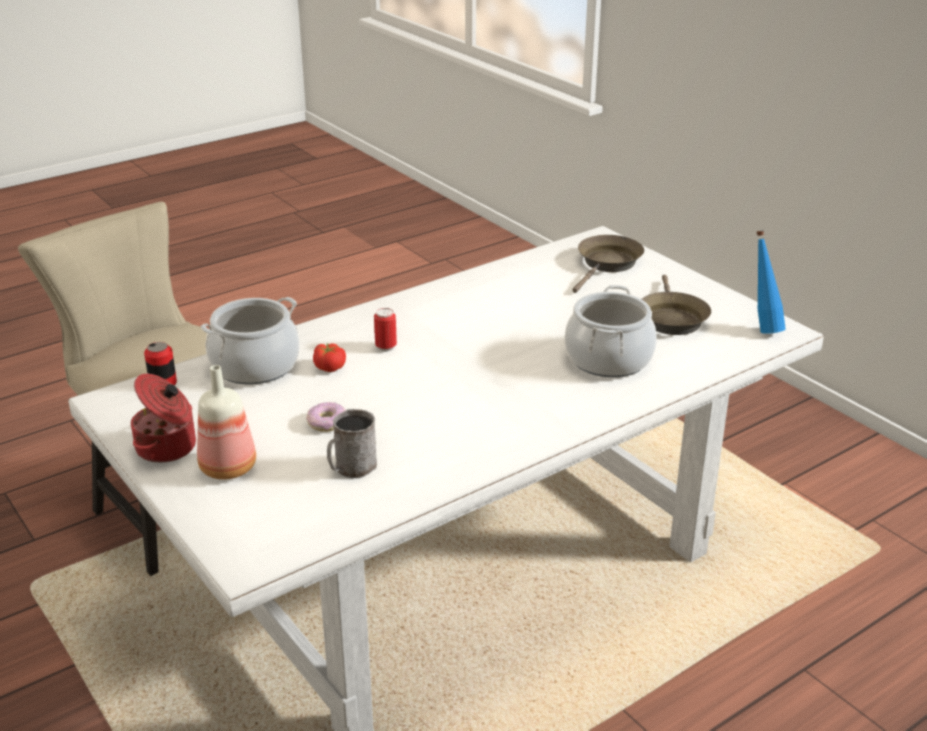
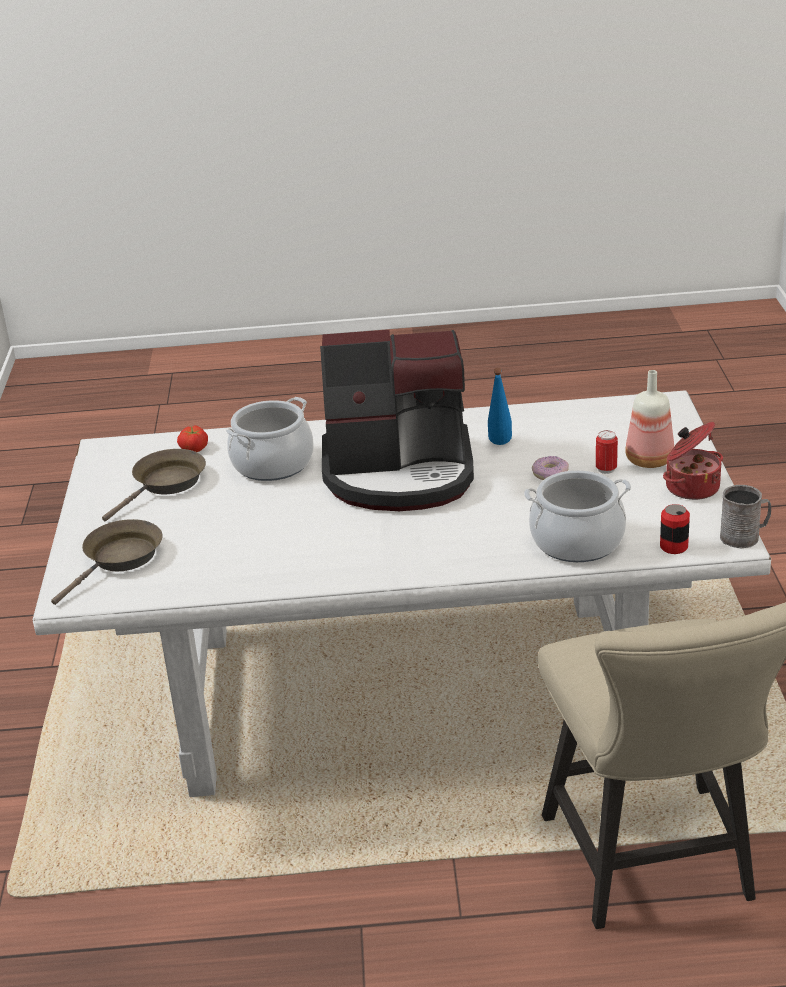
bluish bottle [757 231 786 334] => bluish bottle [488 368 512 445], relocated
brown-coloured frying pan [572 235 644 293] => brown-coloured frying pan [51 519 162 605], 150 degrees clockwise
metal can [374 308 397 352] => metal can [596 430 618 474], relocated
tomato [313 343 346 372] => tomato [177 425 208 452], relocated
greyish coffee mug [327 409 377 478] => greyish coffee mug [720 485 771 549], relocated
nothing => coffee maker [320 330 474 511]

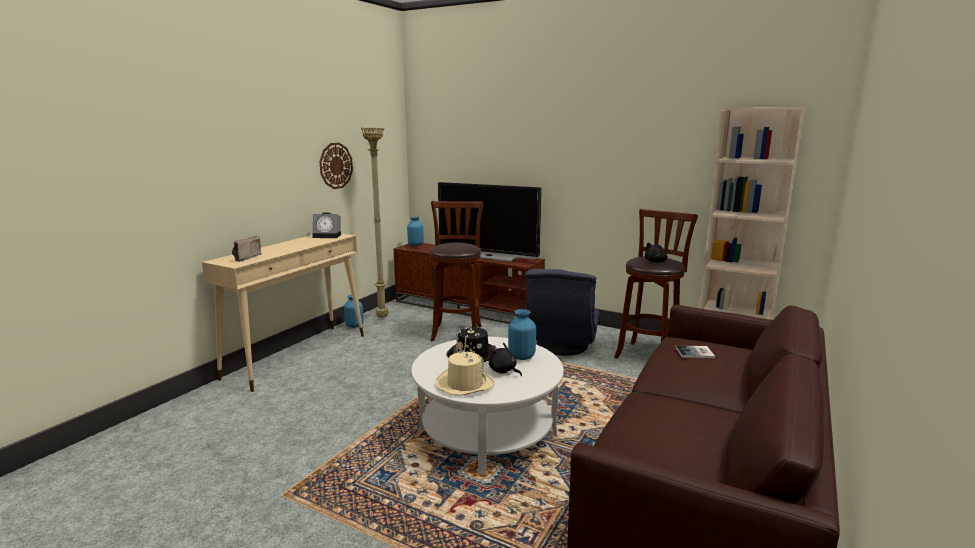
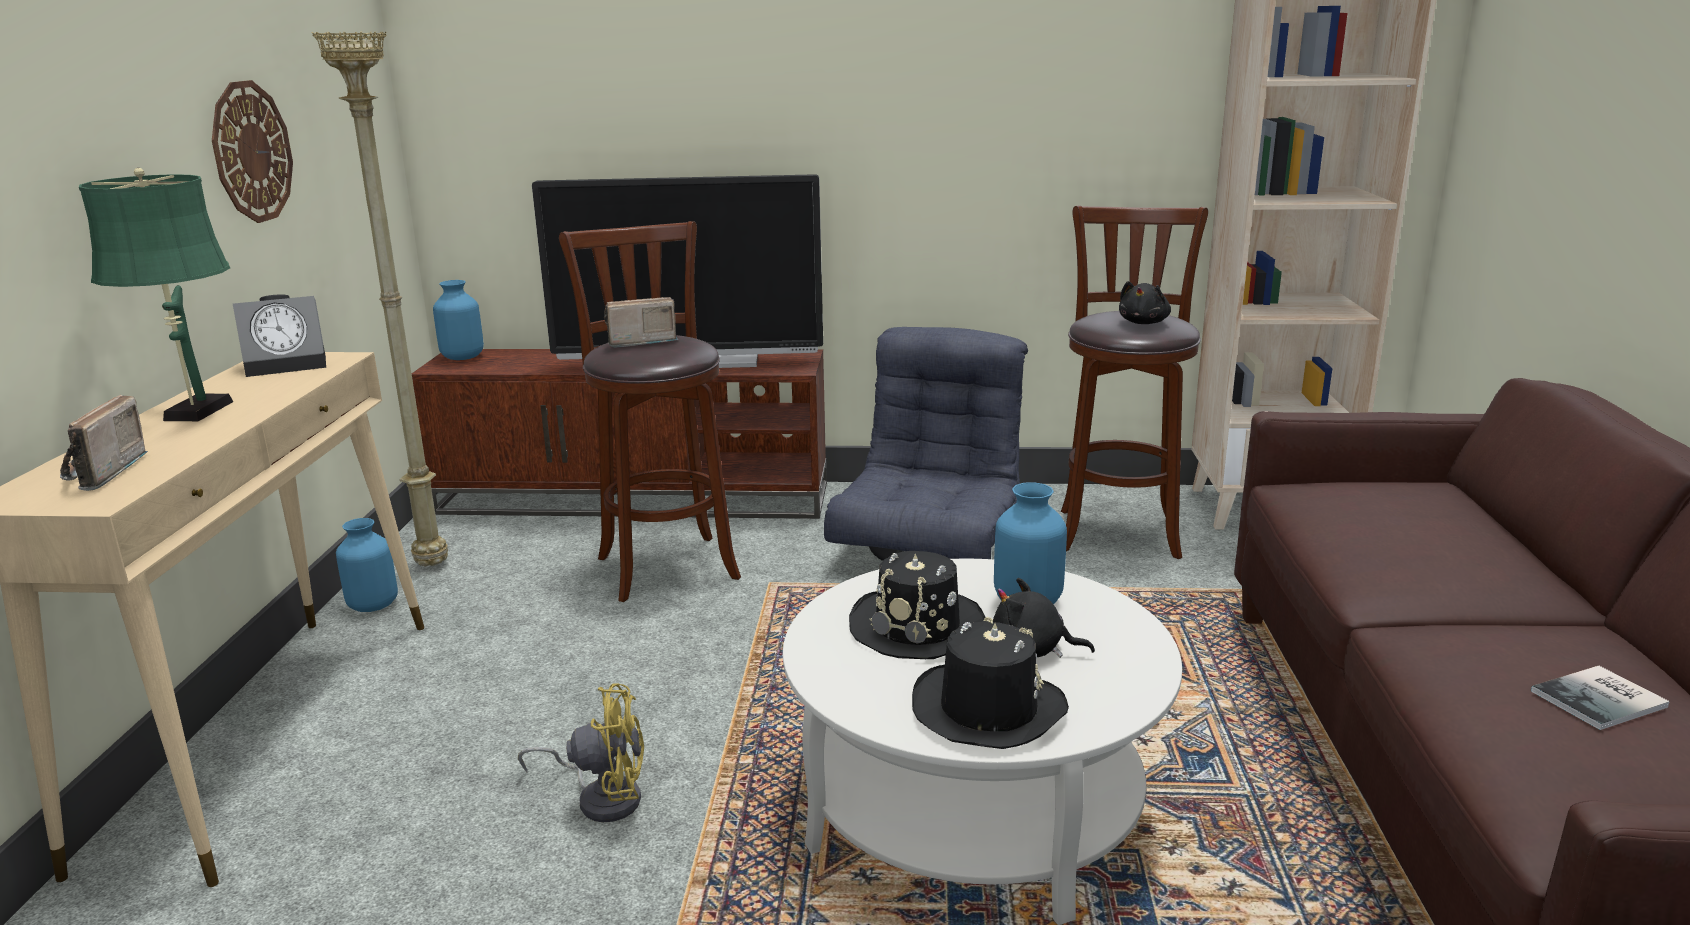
greyish easy chair [525 269 600 356] => greyish easy chair [824 327 1028 561], 150 degrees counterclockwise
volume [675 345 715 358] => volume [1531 666 1670 730], relocated
beige-coloured wearable hat [436 350 495 396] => black wearable hat [912 617 1069 749]
nothing => greenish lamp for a table [79 168 233 421]
nothing => radio receiver [604 297 678 347]
nothing => yellow-coloured electric fan [518 683 644 822]

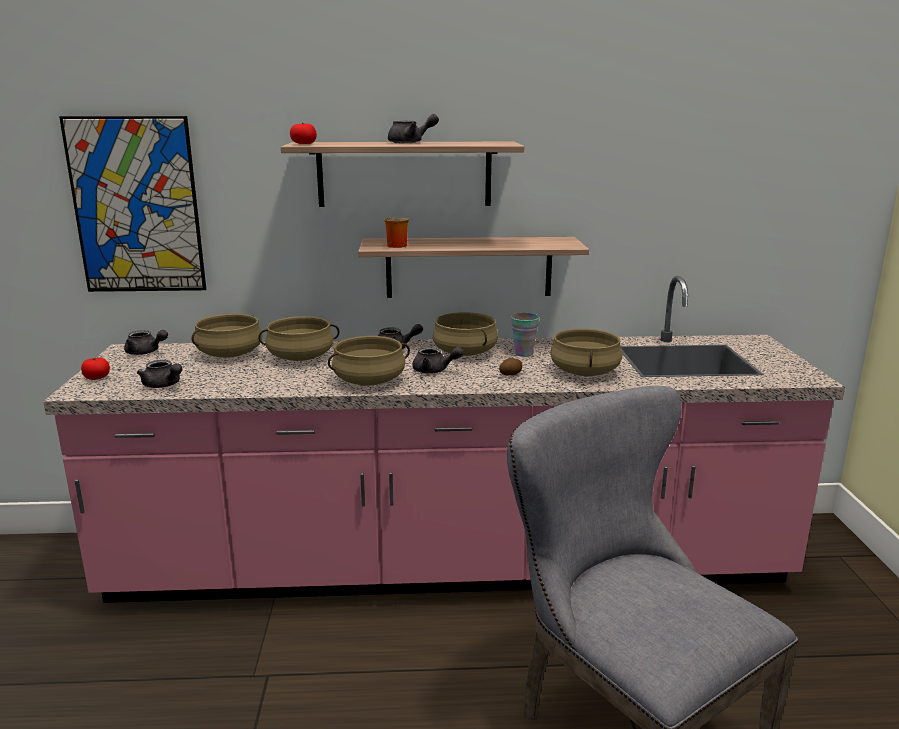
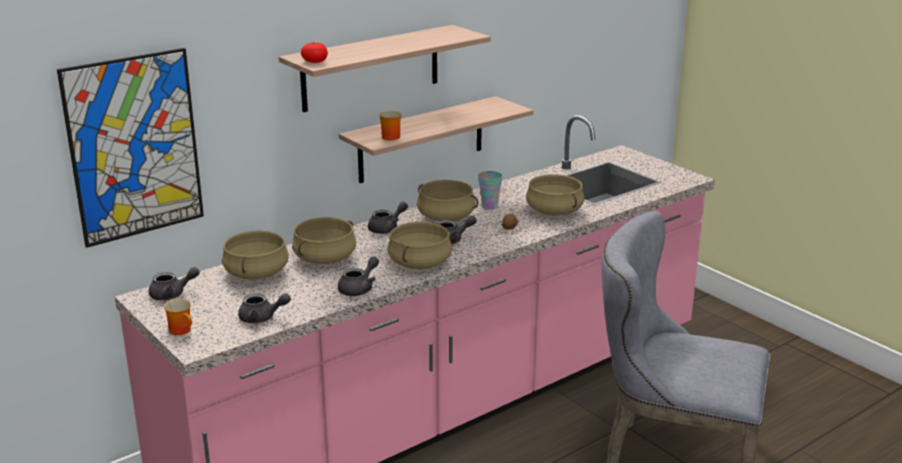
greyish tea pot [388 114 439 143] => greyish tea pot [338 256 379 296], relocated
tomato [81 357 110 380] => coffee mug [163 299 192 335]

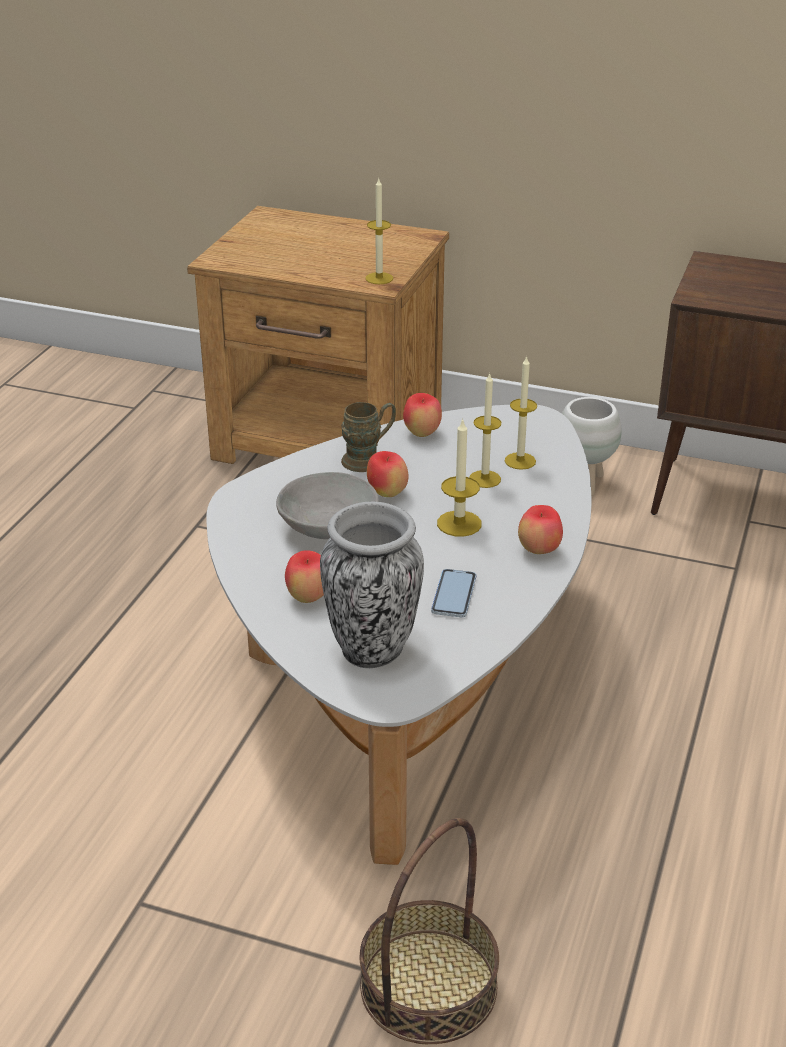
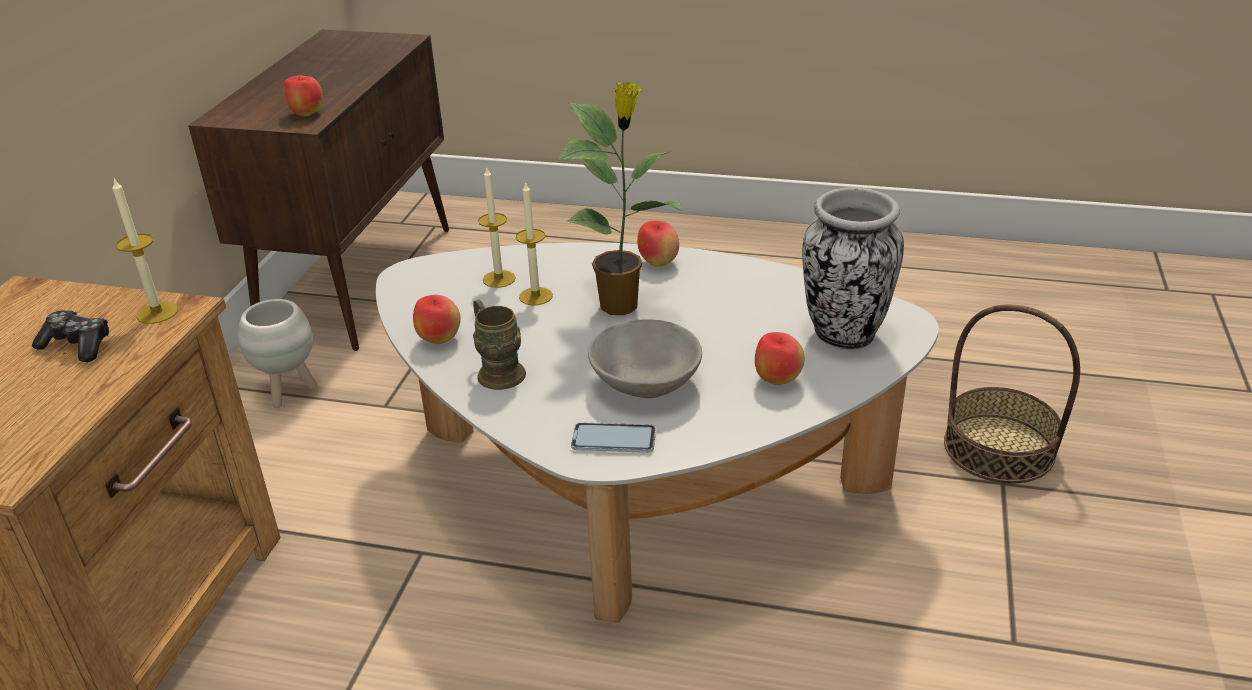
wax candle [437 419 482 537] => potted plant [558 82 682 315]
whole apple [367 451 408 497] => whole apple [283 76 322 117], relocated
handset [431 569 476 617] => handset [571 422 656 453], relocated
nothing => gamepad [32 310 109 362]

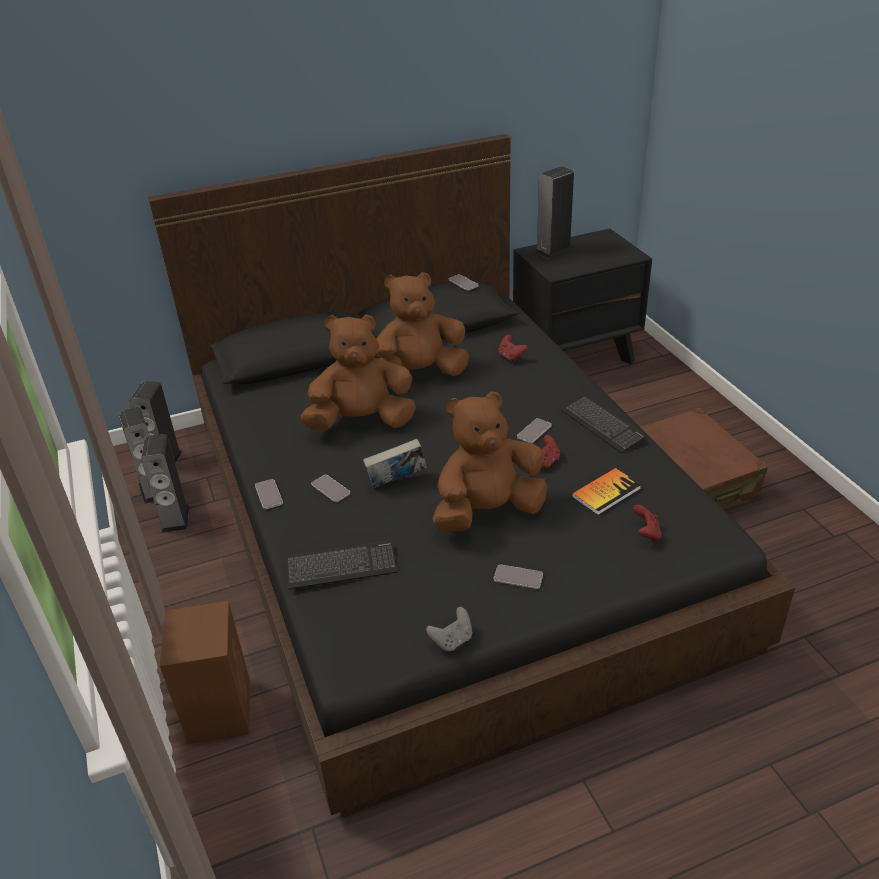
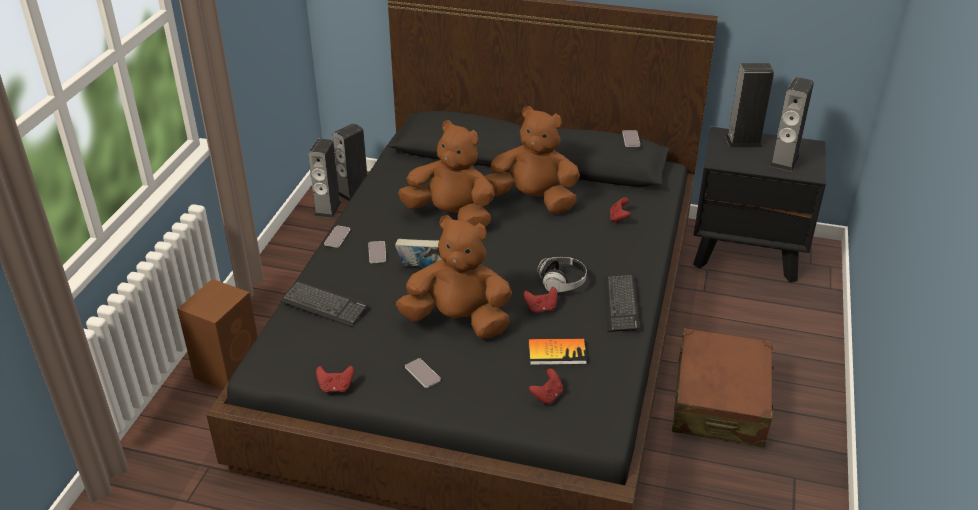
handset [517 418 552 443] => headphones [537 257 587 293]
audio speaker [141 434 189 533] => audio speaker [770 77 814 172], relocated
greyish gamepad [426 607 472 652] => red gamepad [316 365 354 392]

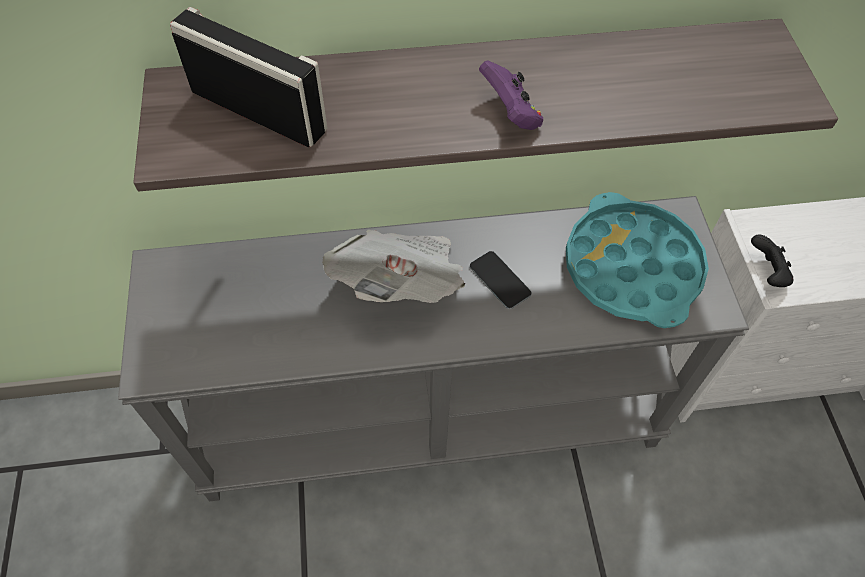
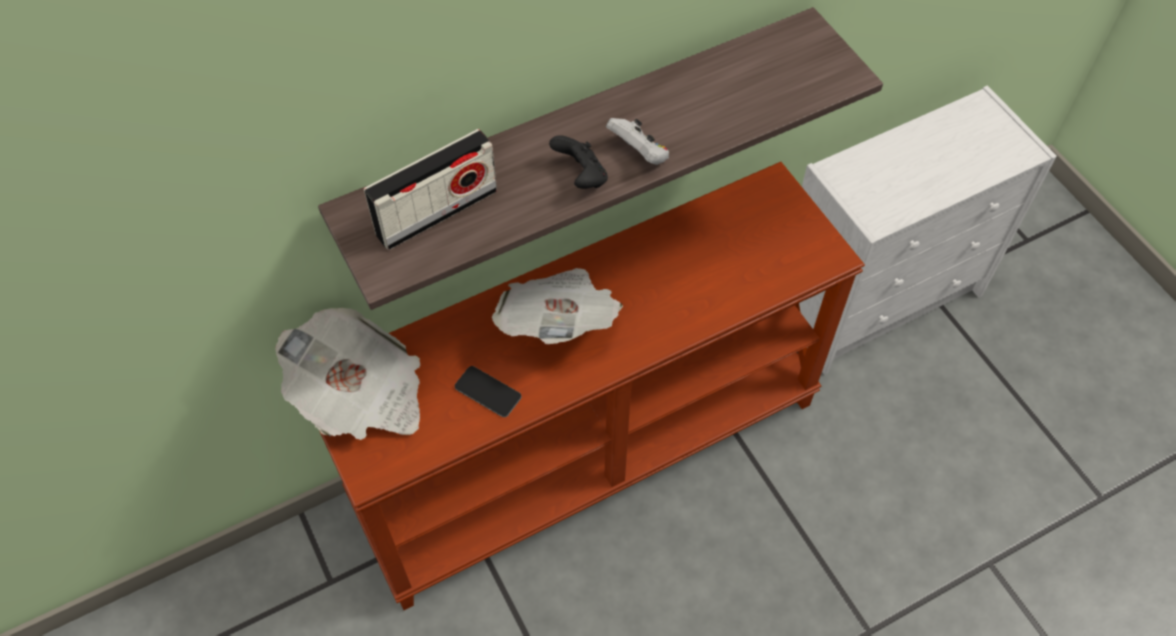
radio receiver [170 7 328 148] => radio receiver [364 129 497 250], 135 degrees clockwise
purple-coloured gamepad [479 60 543 130] => white-coloured gamepad [606 118 669 165]
turquoise carrying tray [566 192 709 328] => nothing
greyish narrow table [118 196 749 501] => brown-coloured narrow table [320 162 865 610]
black gamepad [751 234 793 287] => black gamepad [549 135 608 189], relocated
handset [470 251 532 309] => handset [455 366 521 417], relocated
nothing => newspaper [275 308 421 440]

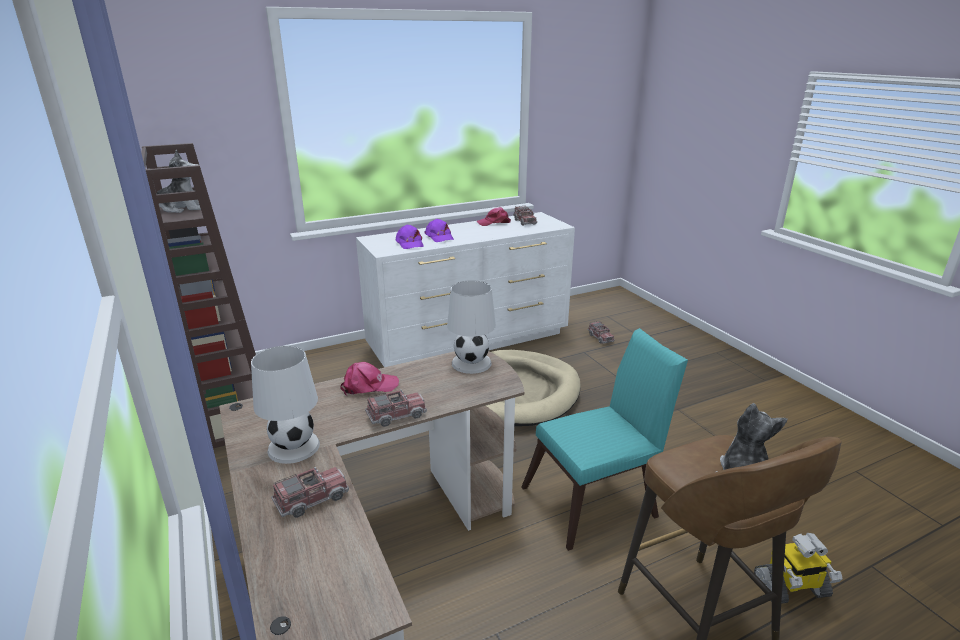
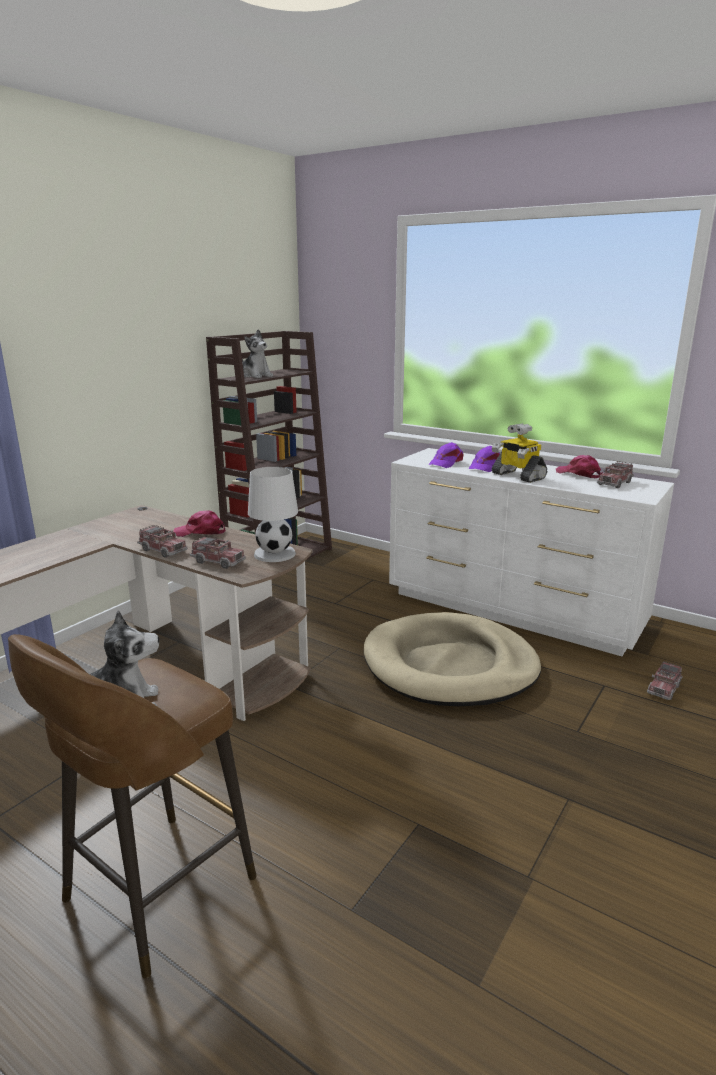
turquoise upright chair [521 328 688 551] => nothing
white-coloured lamp for a table [251 346 320 464] => nothing
pinkish cap [340 362 399 396] => pinkish cap [174 510 226 537], 135 degrees clockwise
model truck [271 467 349 518] => model truck [190 536 246 569], relocated
toy robot [754 533 843 604] => toy robot [492 423 547 483], relocated

